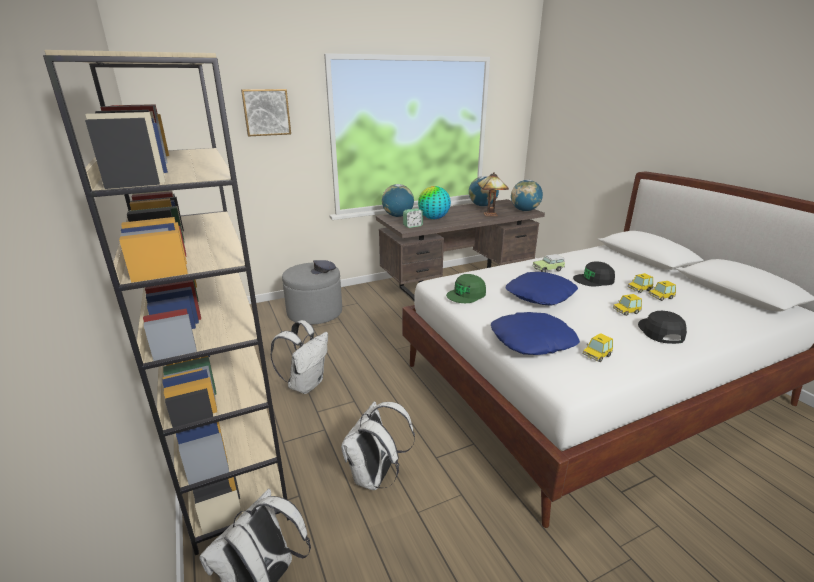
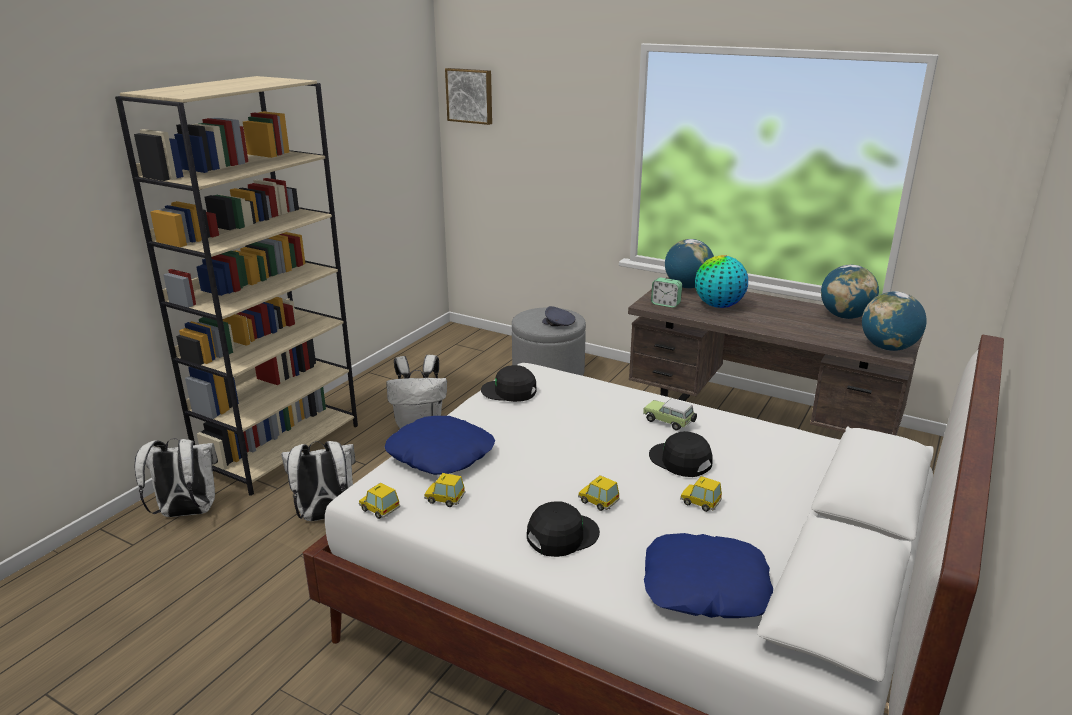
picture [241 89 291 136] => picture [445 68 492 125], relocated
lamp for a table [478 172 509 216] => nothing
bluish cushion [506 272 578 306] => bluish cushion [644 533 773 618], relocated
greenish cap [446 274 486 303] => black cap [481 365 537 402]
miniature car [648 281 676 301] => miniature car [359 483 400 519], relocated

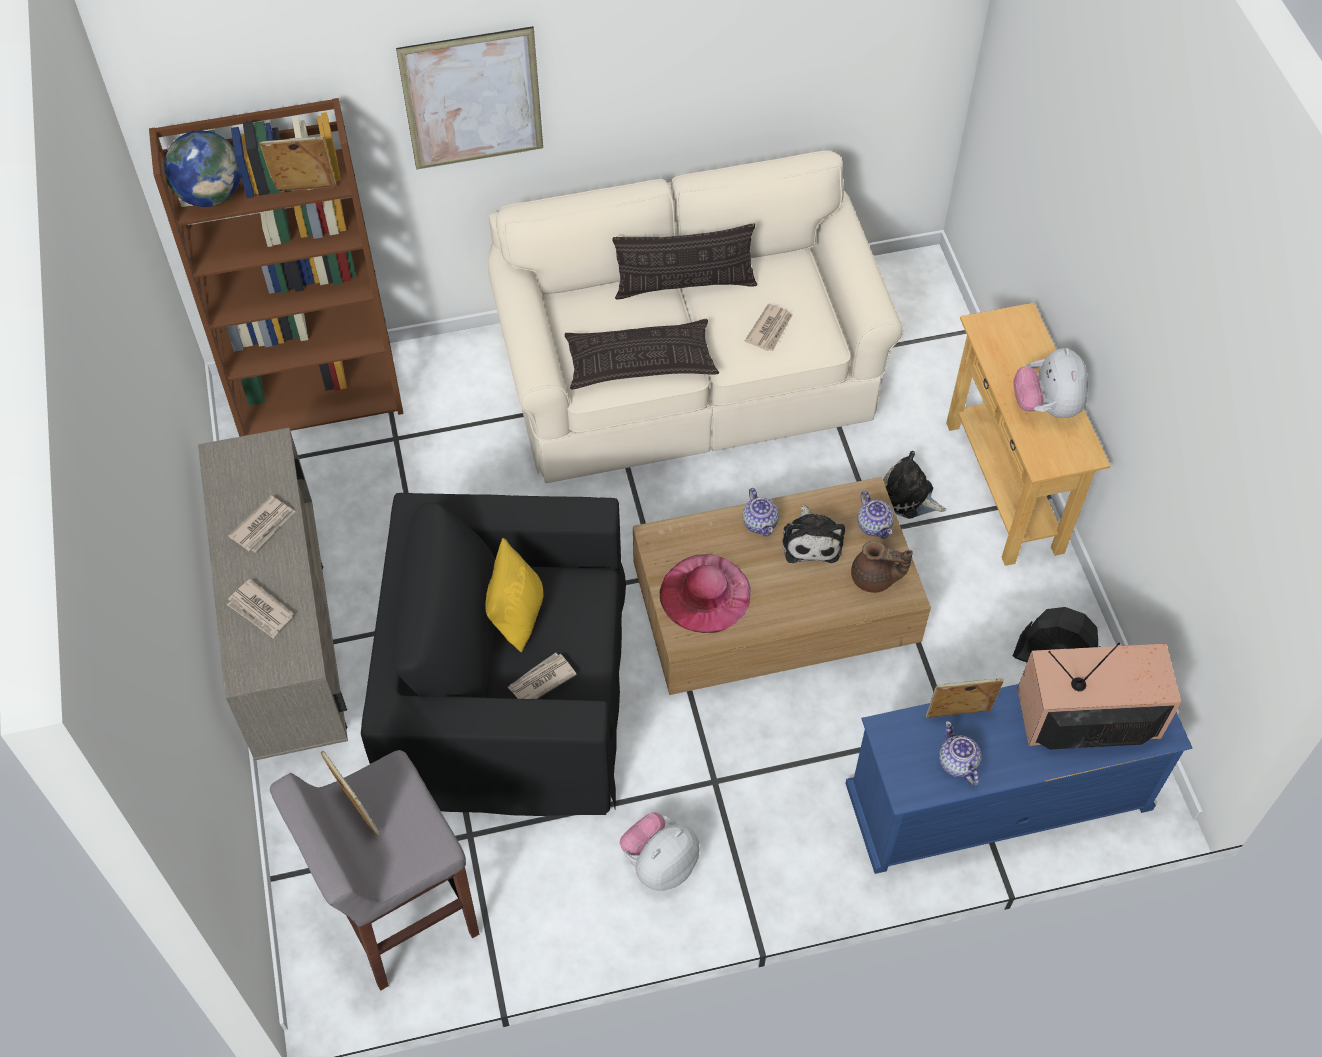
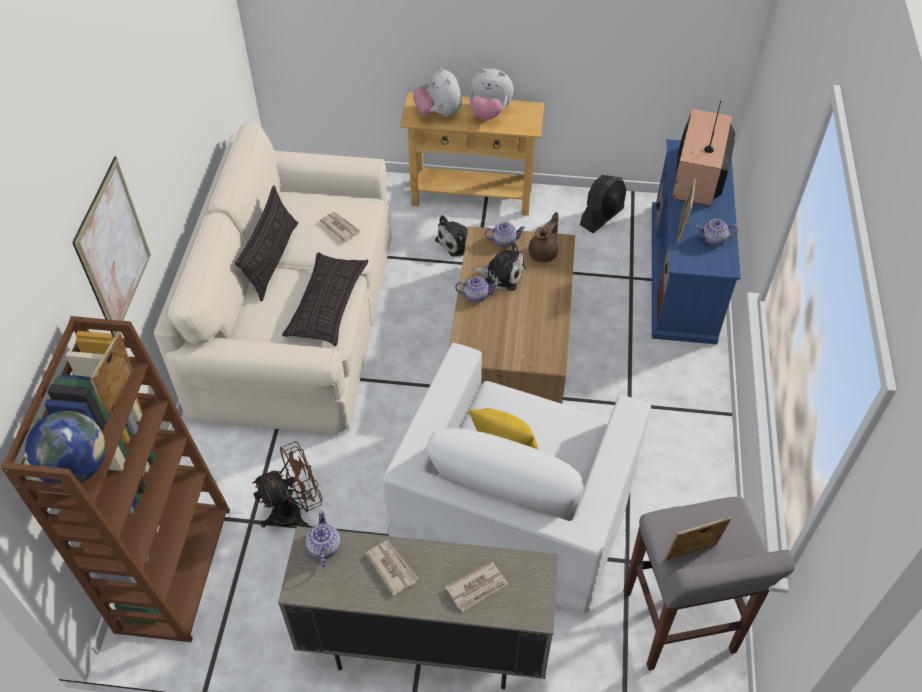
black easy chair [361 493 626 816] => white-coloured easy chair [383 343 651 615]
pinkish wearable hat [660 554 751 633] => nothing
newspaper [507 653 577 699] => nothing
soft toy [619 812 700 891] => soft toy [414 67 462 117], relocated
nothing => brown-coloured electric fan [253 441 323 528]
nothing => tea pot [306 510 341 567]

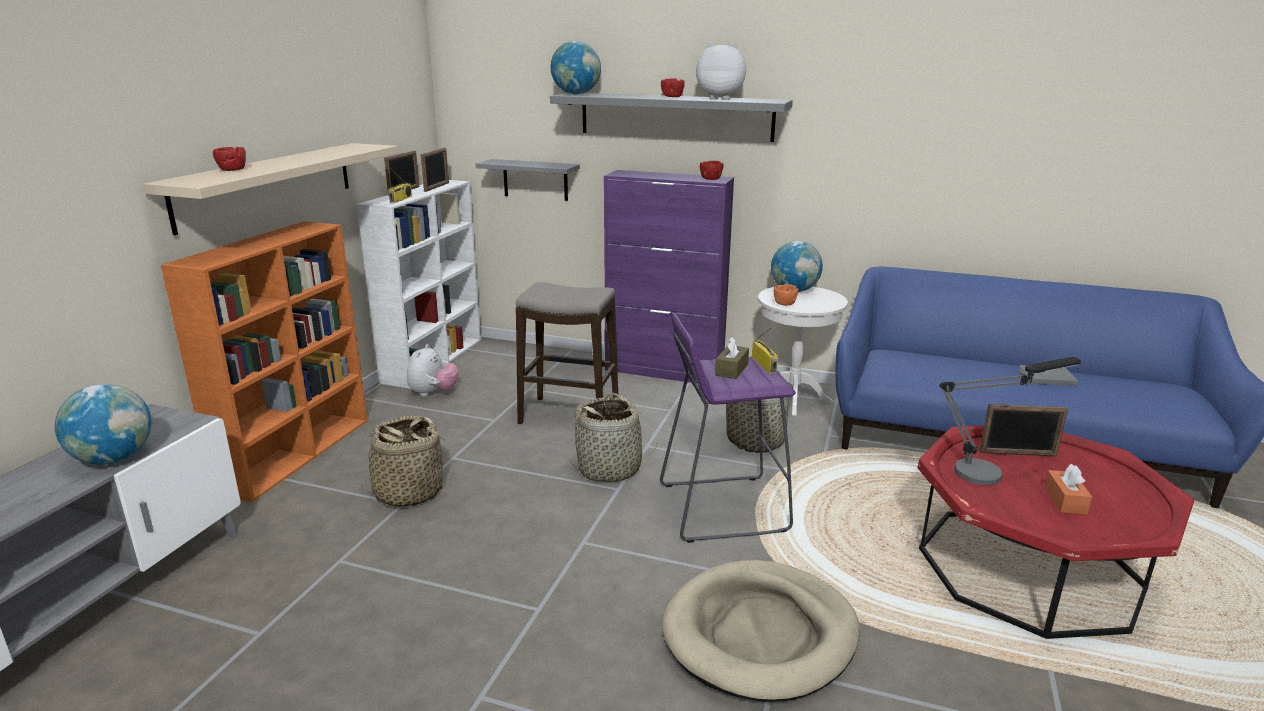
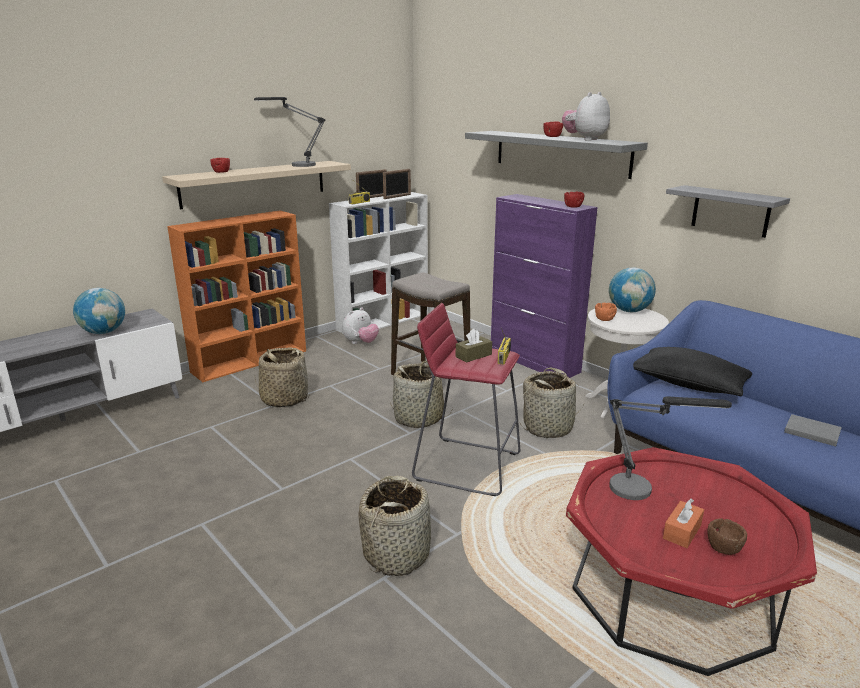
desk globe [551 41 601 94] => nothing
soft toy [696 42 746 100] => soft toy [562 92 610 141], 90 degrees counterclockwise
greyish shelf [476 159 580 201] => greyish shelf [666 185 790 238], relocated
purple-coloured sitting stool [660 312 796 543] => red sitting stool [412 303 520 496]
photo frame [979 404 1068 457] => nothing
beige-coloured pet bed [661 560 860 702] => household basket [359 476 431 576]
nothing => lamp for a table [254 97 326 167]
nothing => black cushion [633 347 752 396]
nothing => brown-coloured deep dish [707 518 747 555]

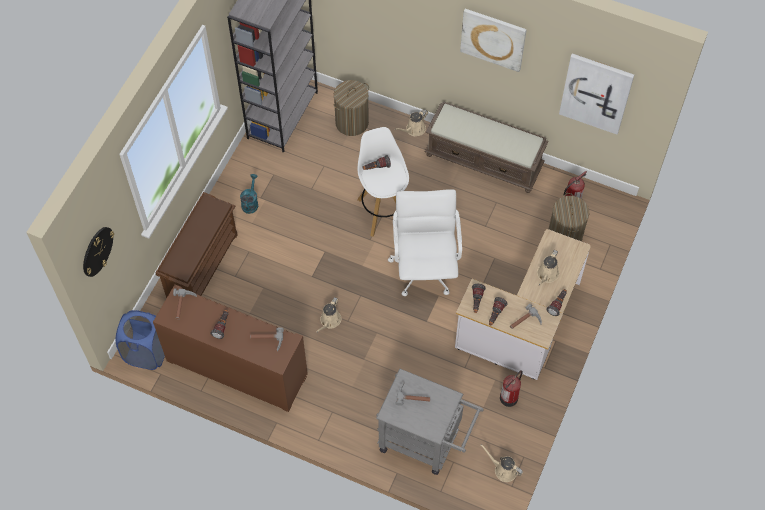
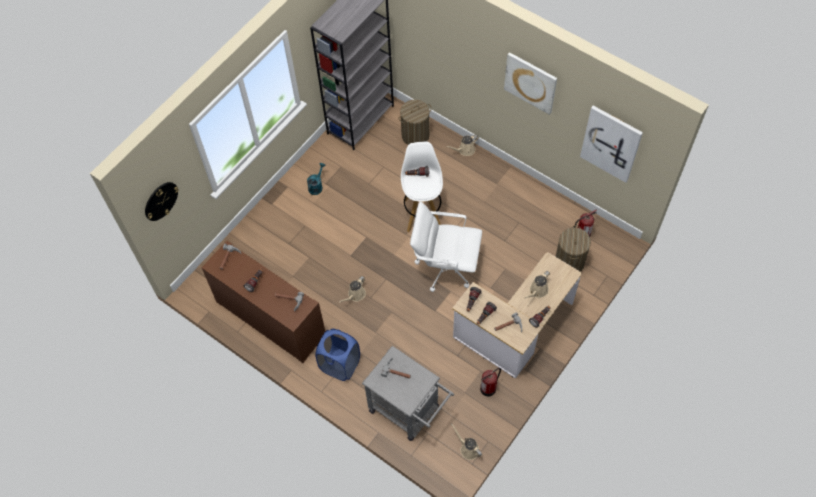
brown-coloured bench [425 101 549 193] => nothing
white-coloured desk chair [388 189 462 296] => white-coloured desk chair [410 202 482 292], 90 degrees counterclockwise
brown-coloured shoe stand [156 192 237 298] => nothing
bluish washing basket [116 310 165 370] => bluish washing basket [315 329 360 381], relocated

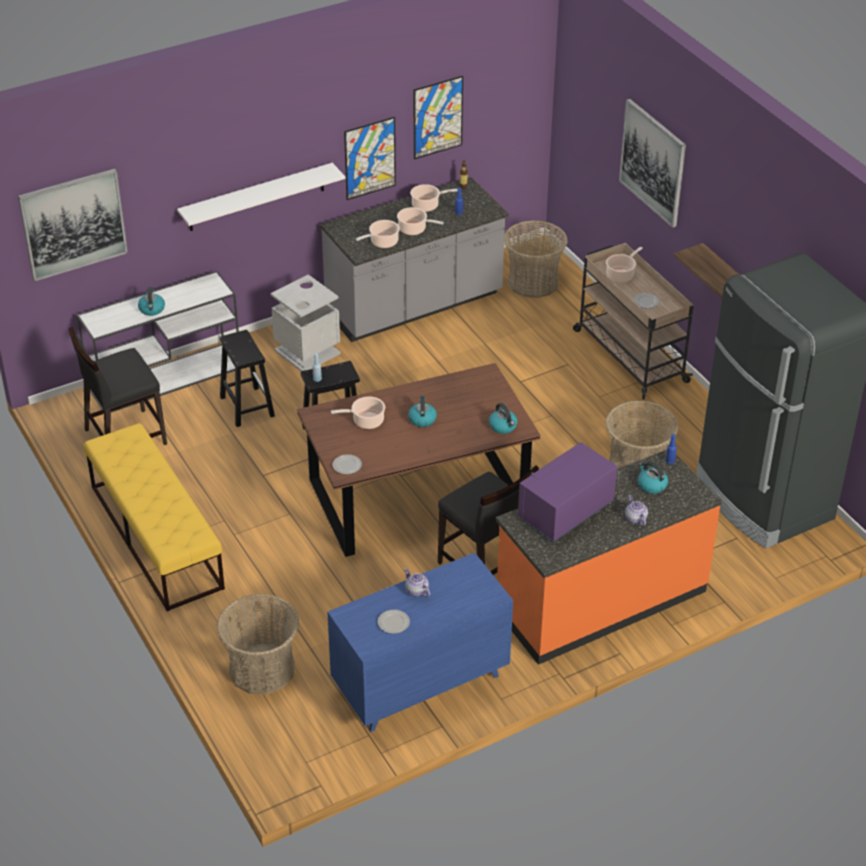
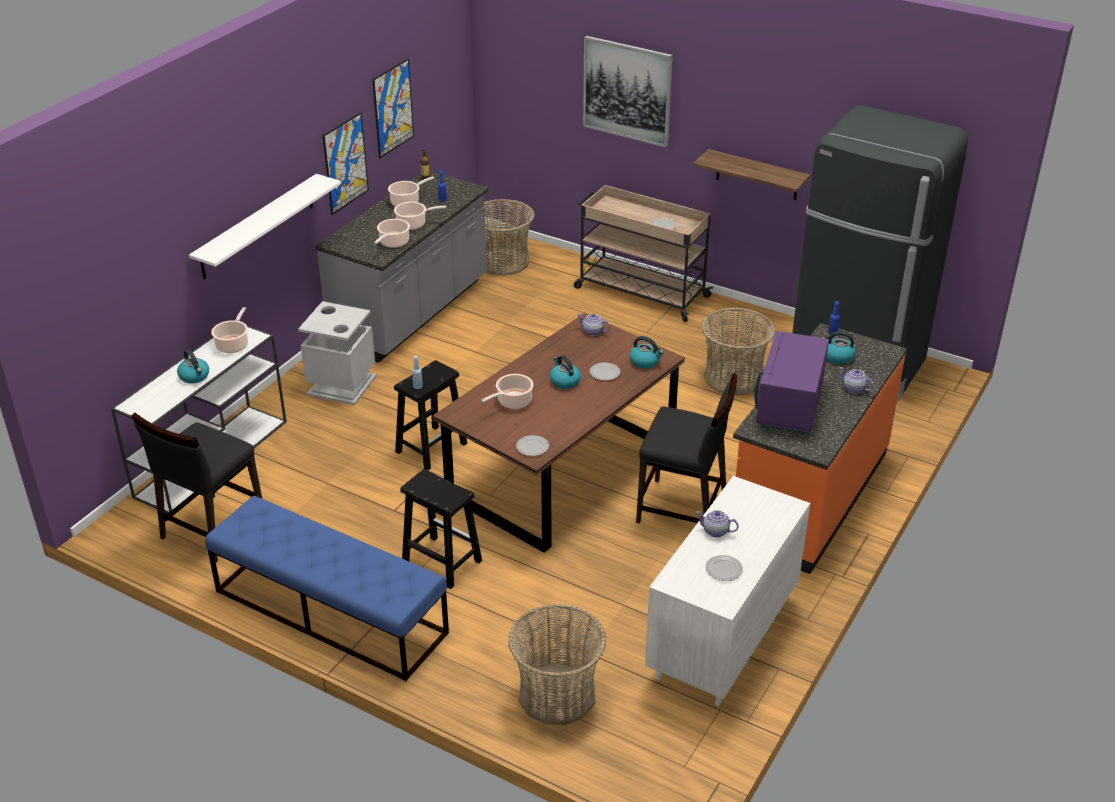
picture [18 168 128 282] => nothing
saucepot [606 246 643 283] => saucepot [211 307 248 353], relocated
black sitting stool [220 330 275 427] => black sitting stool [400 469 482 589], relocated
yellow-coloured bench [84 423 225 611] => bluish bench [205 496 449 681]
bluish chest of drawers [327 553 513 732] => white-coloured chest of drawers [645 476 810 706]
nothing => tea pot [577 314 610 336]
nothing => plate [590 362 620 381]

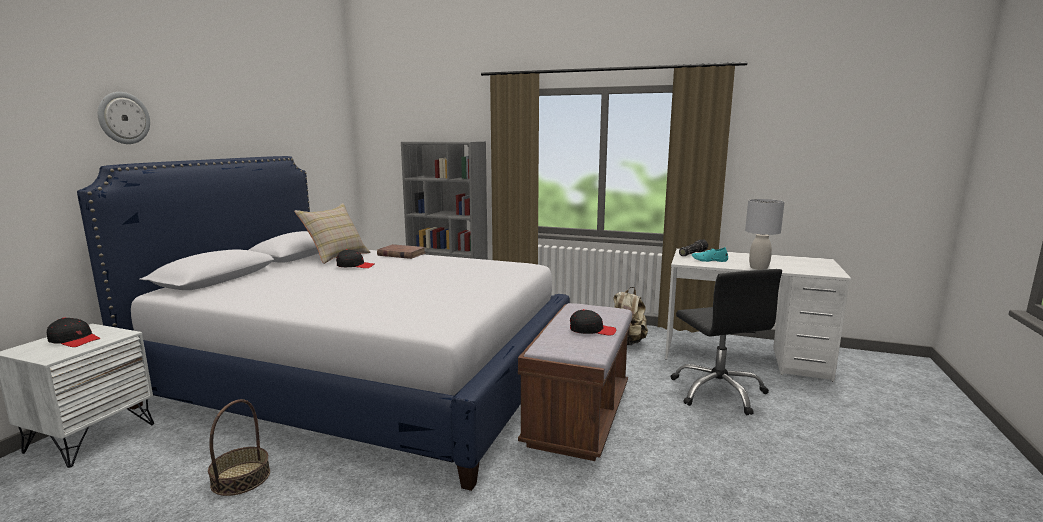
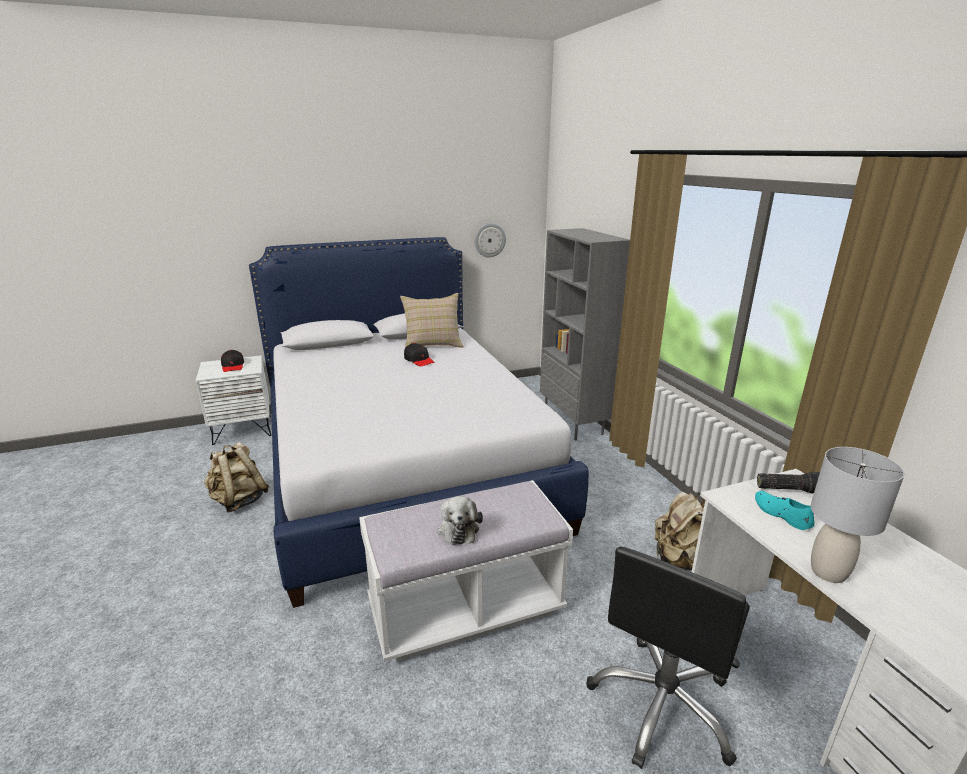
wall clock [98 92 150 144] => wall clock [475 223 506 257], relocated
brown-coloured volume [377 244 426 259] => nothing
brown-coloured bench [518 303 632 461] => white-coloured bench [359 480 573 662]
black cap [570 309 616 335] => soft toy [437 496 483 545]
household basket [208 399 270 496] => beige-coloured knapsack [204 442 269 512]

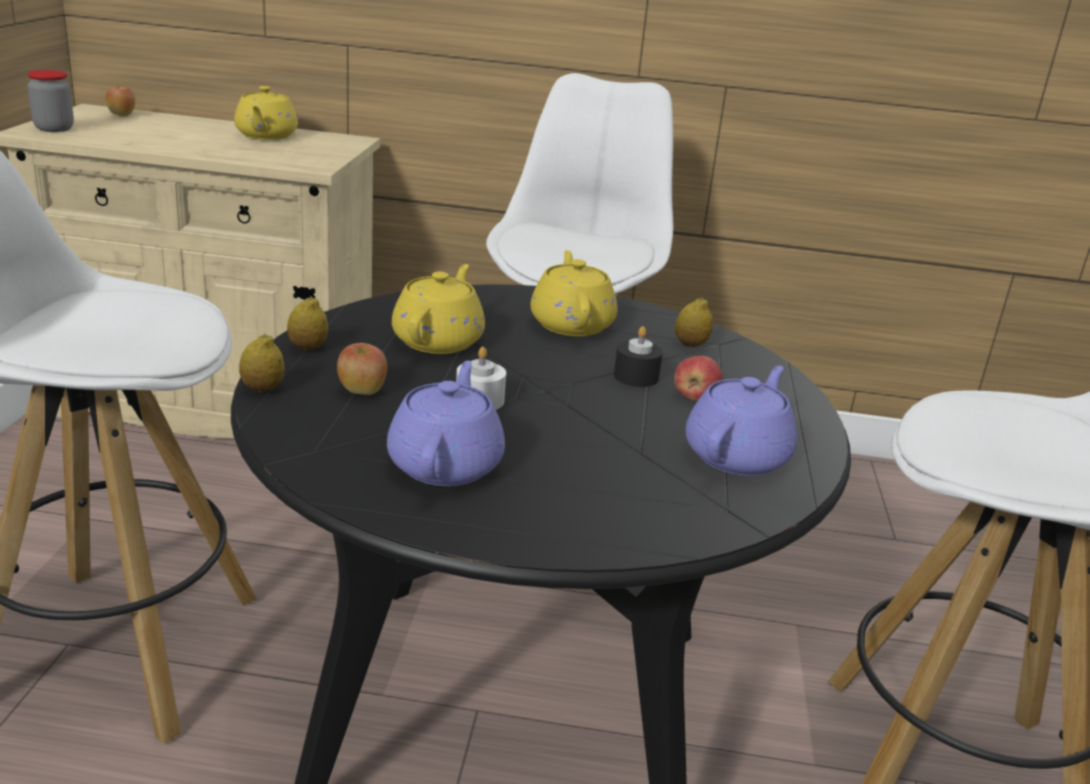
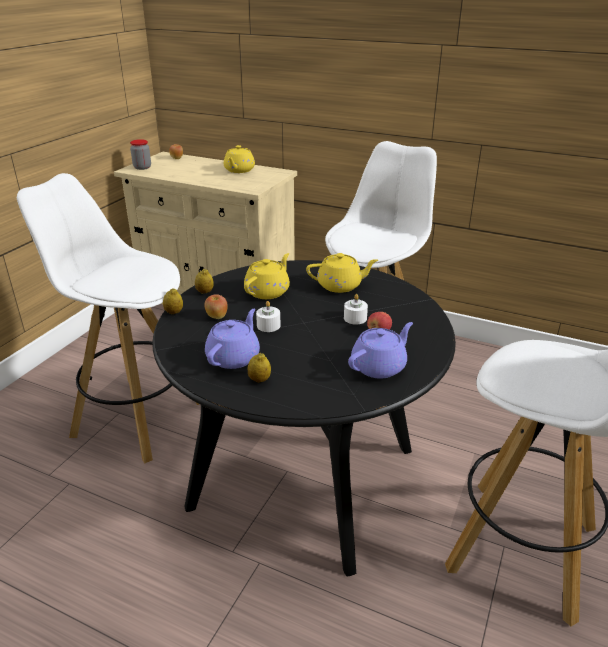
yellow-coloured tea pot [531 250 617 336] => yellow-coloured tea pot [306 253 378 293], 75 degrees clockwise
citrus fruit [675 297 713 347] => citrus fruit [248 353 271 382], relocated
black wax candle [614 326 663 387] => white-coloured wax candle [344 294 368 325]

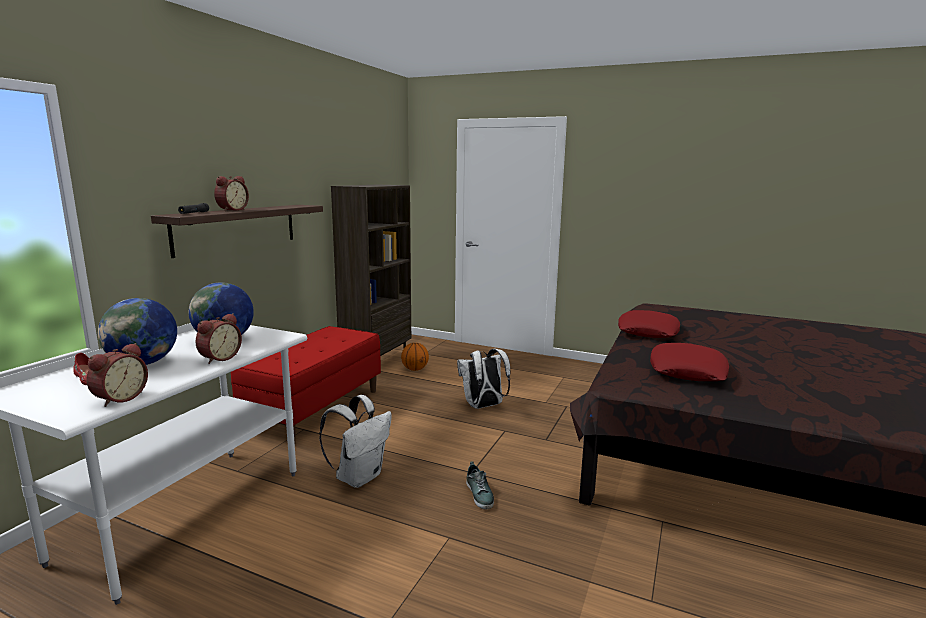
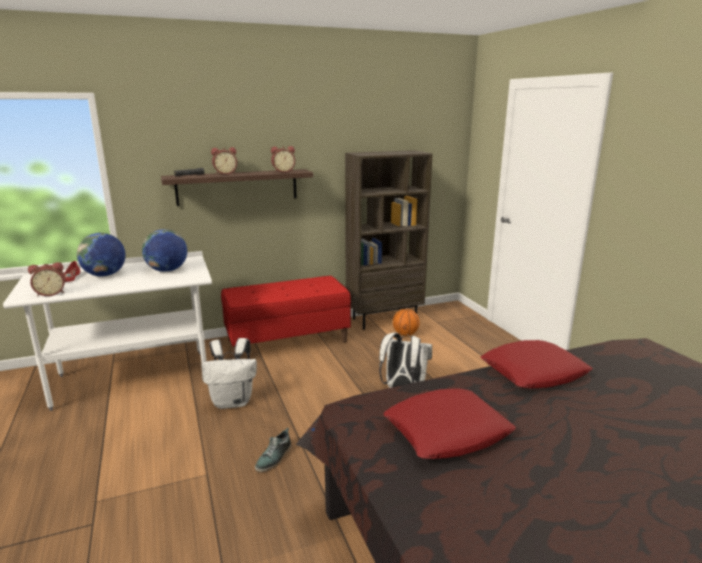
table clock [196 313 242 364] => table clock [271 146 295 173], relocated

